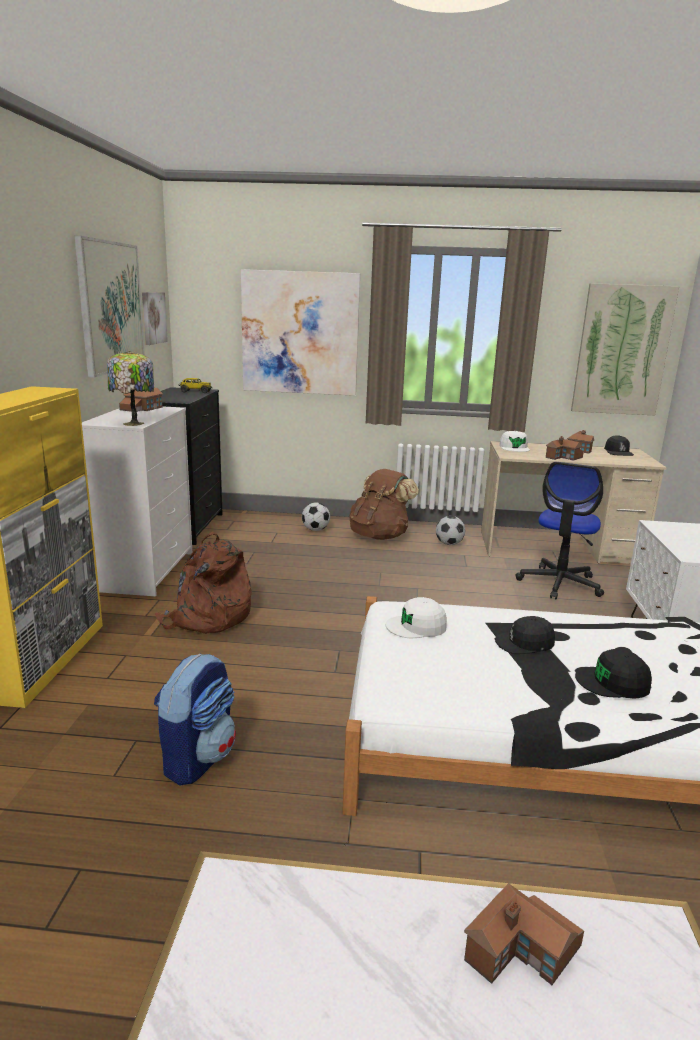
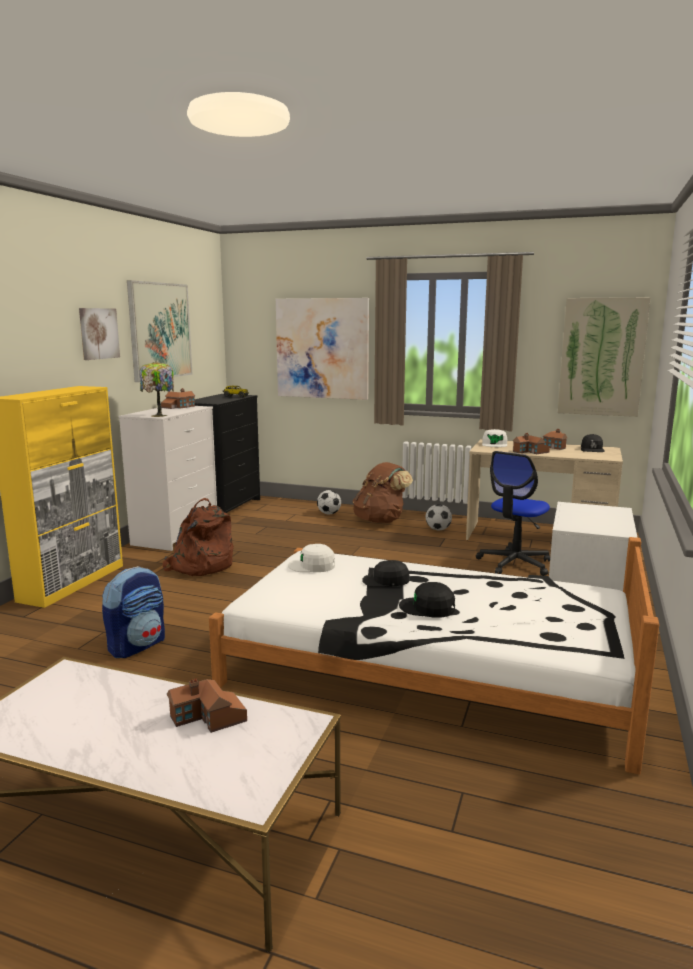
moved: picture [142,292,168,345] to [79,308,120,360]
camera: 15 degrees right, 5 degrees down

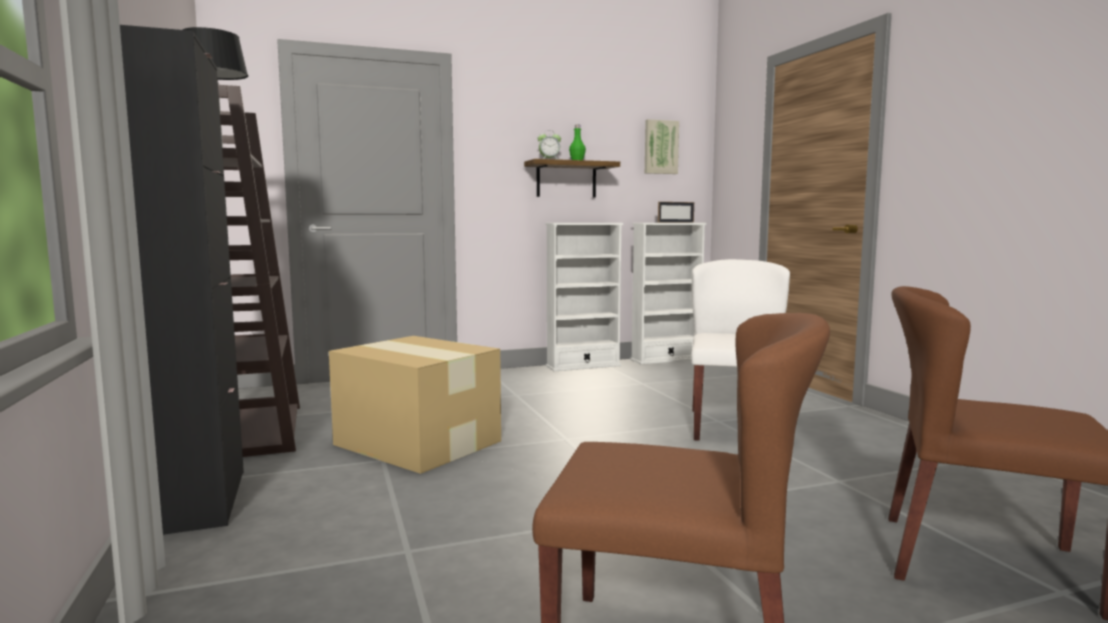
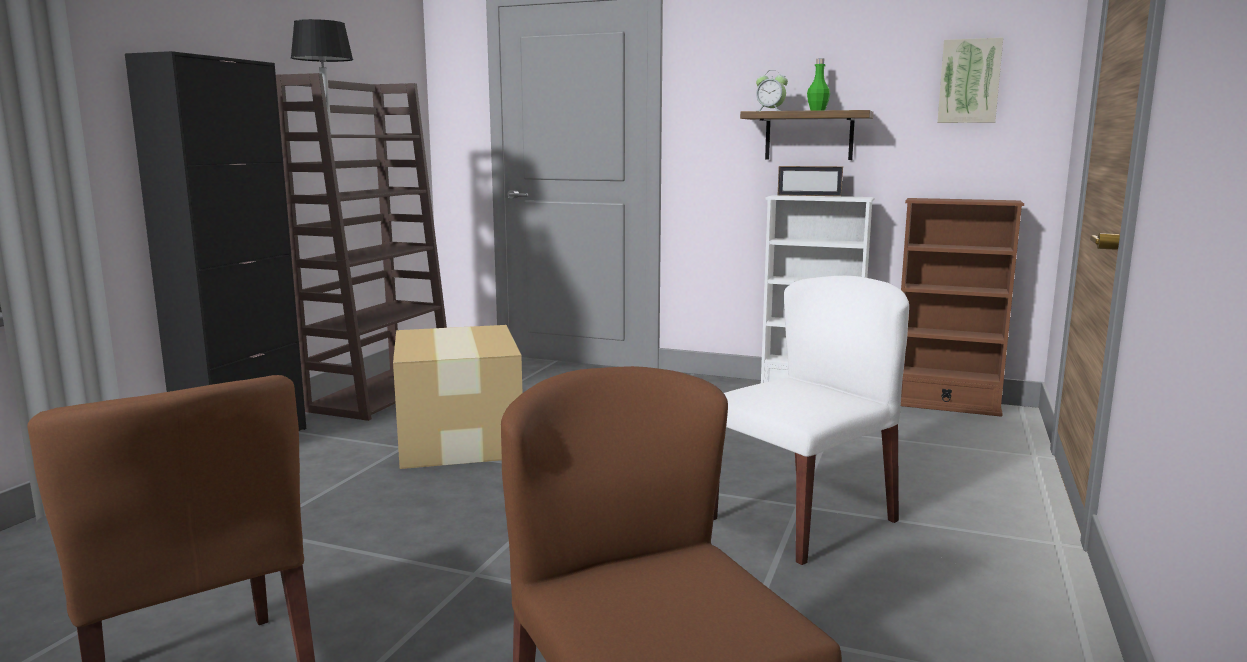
moved: standing frame [658,202,694,223] to [778,166,843,196]
recoloured: white-coloured bookcase [630,223,707,365] to brown-coloured bookcase [901,198,1024,417]
camera: 40 degrees right, 5 degrees up

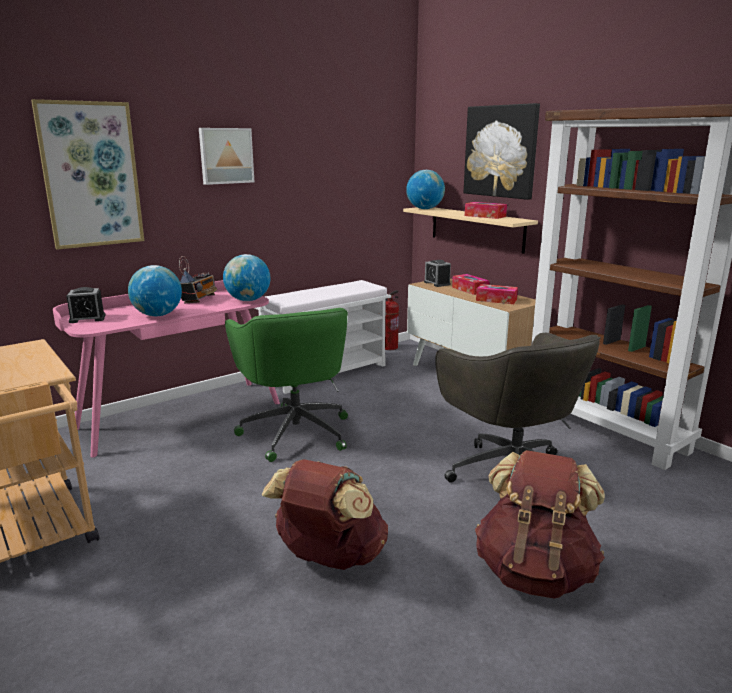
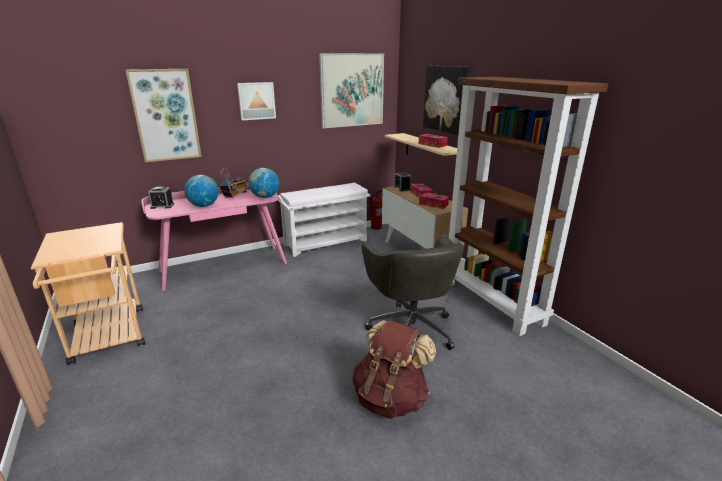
removed: globe [406,170,445,209]; green computer chair [225,308,348,462]; brown-coloured rucksack [262,459,388,570]
added: picture [319,53,384,128]
camera: 10 degrees right, 5 degrees up

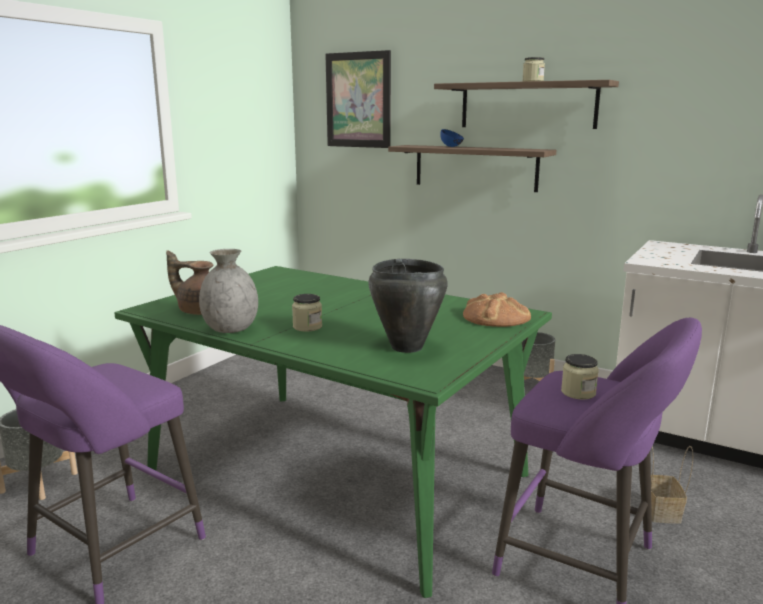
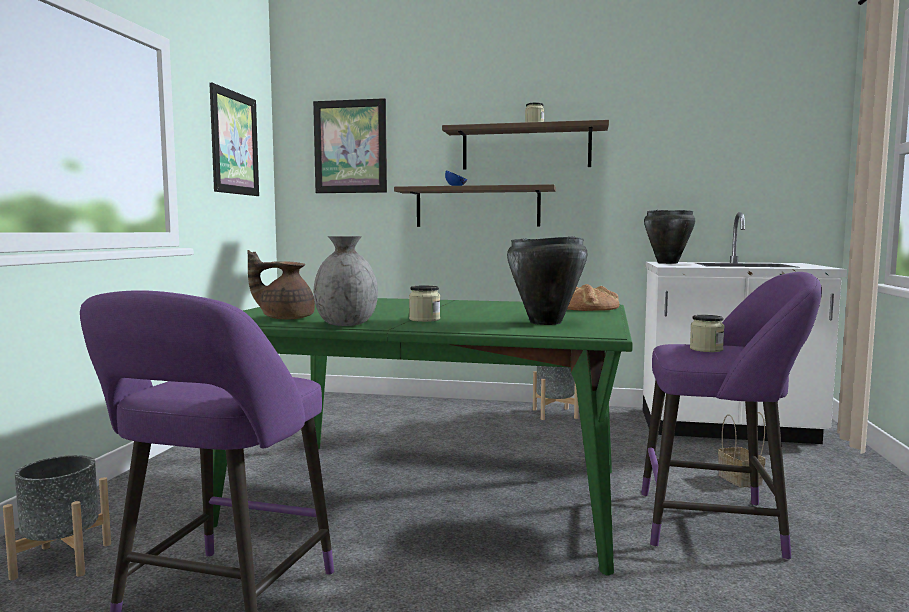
added: picture [209,83,259,196]; blackish stockpot [644,210,695,264]
camera: 20 degrees left, 10 degrees down

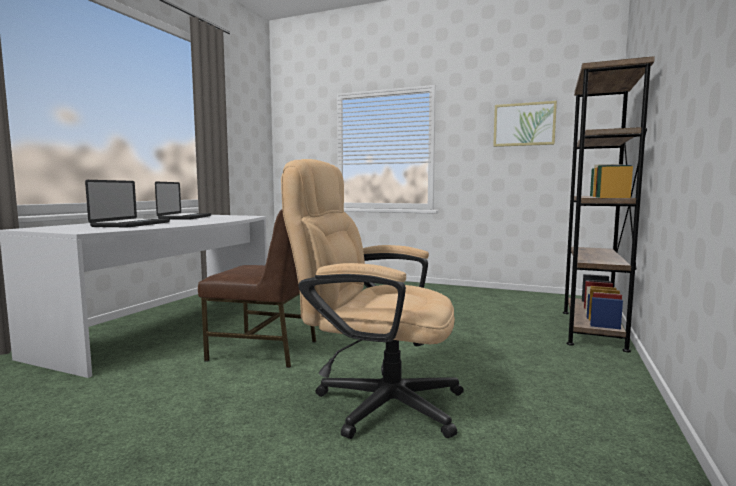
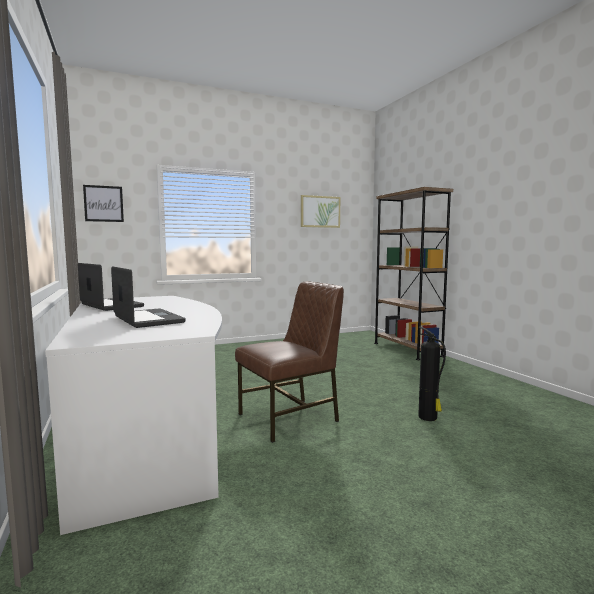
added: picture [83,185,124,222]
replaced: beige computer chair [281,159,464,439] to extinguisher [418,327,446,421]
camera: 45 degrees left, 0 degrees up

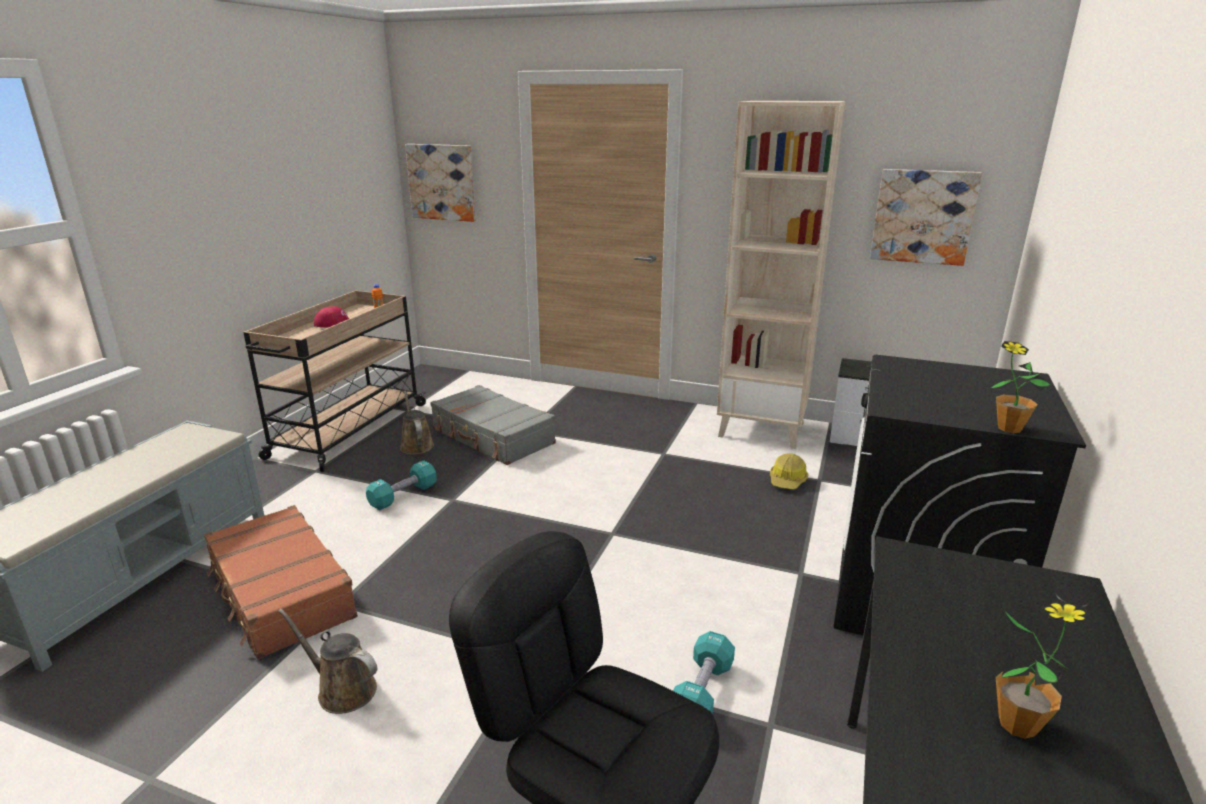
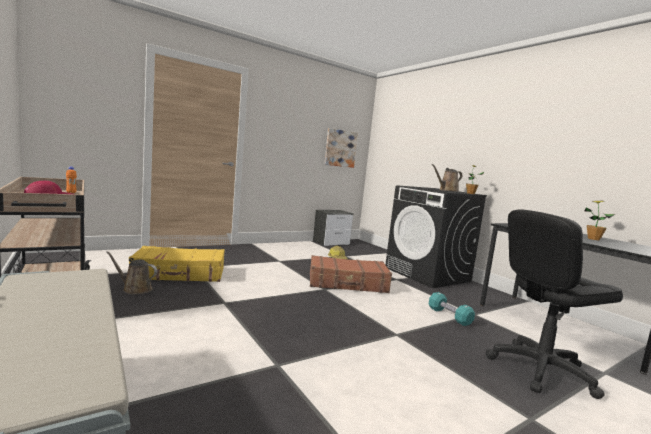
removed: beige bookcase [717,101,845,449]; picture [405,144,476,222]; blue-green free weight [366,460,437,510]
moved: brown-coloured piece of luggage [204,505,358,659] to [310,255,392,293]; brown-coloured watering pot [278,609,377,714] to [431,164,463,192]
recoloured: greyish piece of luggage [430,385,556,465] to yellowish piece of luggage [129,246,225,282]
camera: 55 degrees left, 15 degrees down

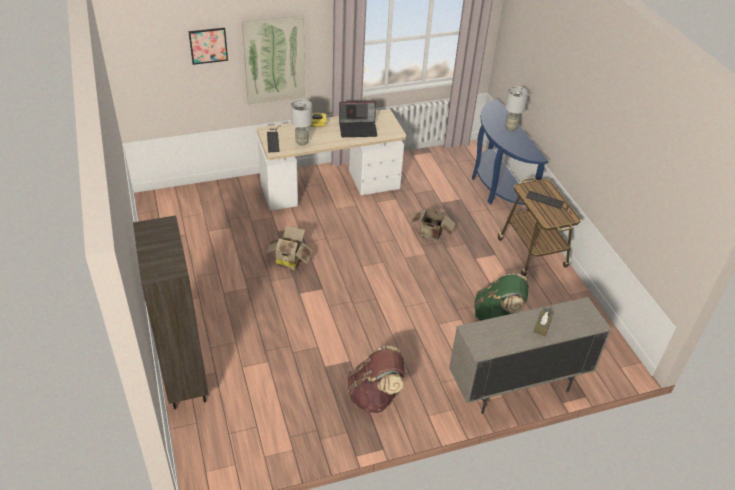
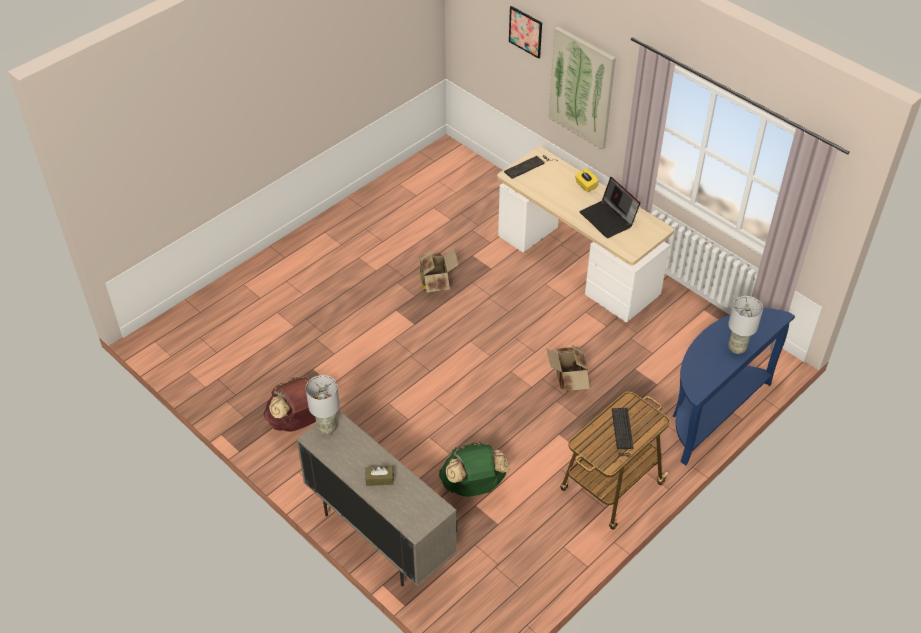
removed: brown-coloured bookcase [133,215,208,409]
moved: greyish tabletop lamp [291,99,312,146] to [306,375,340,435]
camera: 65 degrees right, 5 degrees up

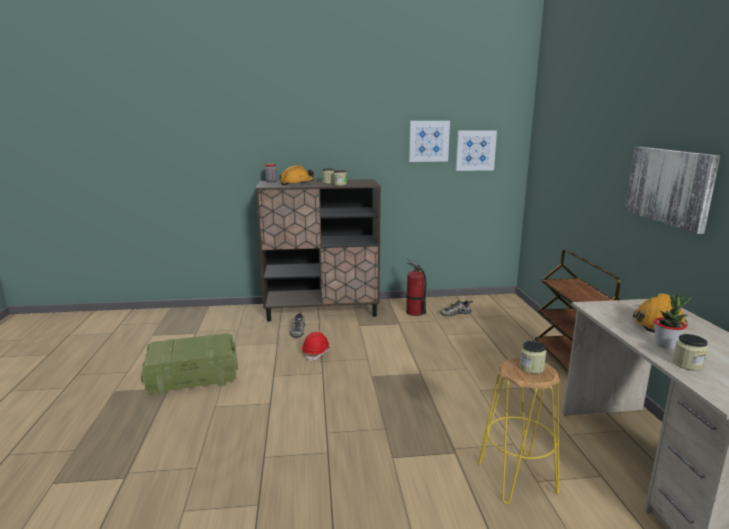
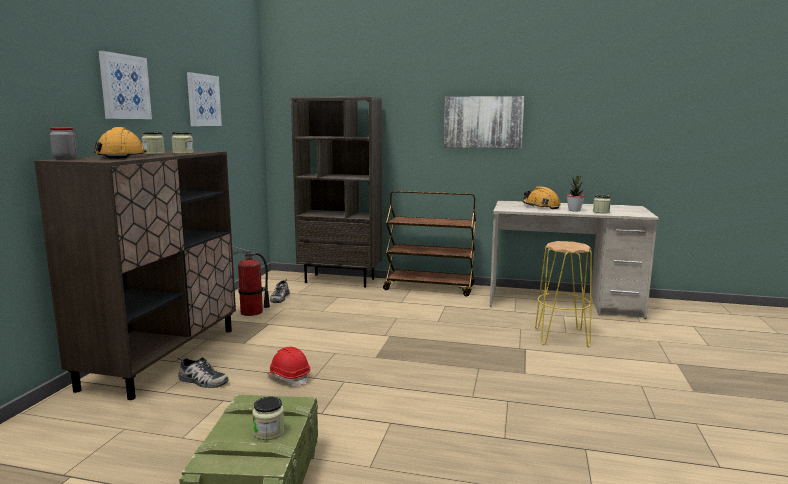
added: brown-coloured bookcase [291,96,382,288]
moved: picture [456,130,497,171] to [99,51,152,119]; preserve jar [519,341,546,374] to [252,396,285,440]
camera: 70 degrees left, 5 degrees down

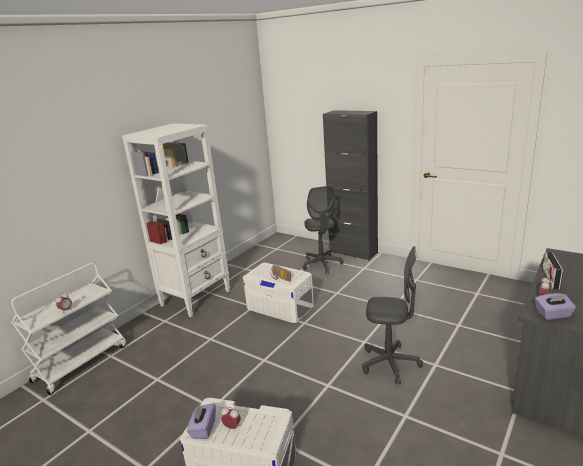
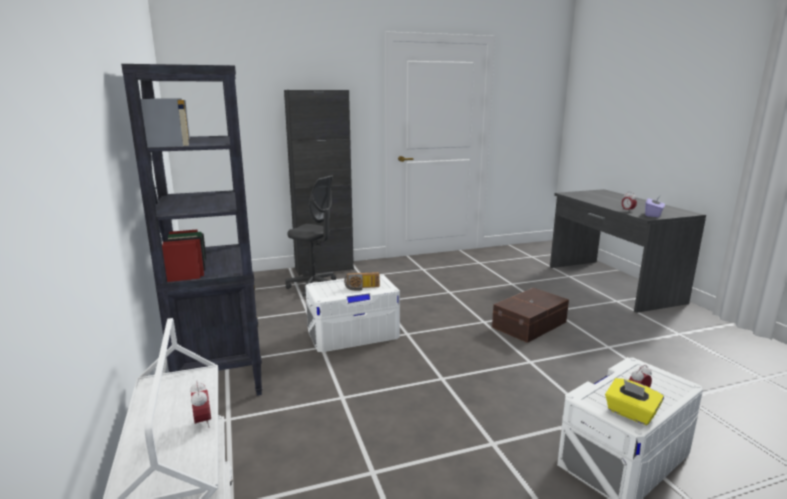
removed: radio [542,252,563,289]
replaced: greyish computer chair [362,246,423,384] to brown-coloured storage bin [492,288,569,343]
recoloured: white-coloured bookcase [122,123,230,317] to blackish bookcase [121,64,262,396]; purplish box of tissues [187,403,216,439] to yellowish box of tissues [605,378,664,425]
camera: 55 degrees left, 5 degrees down

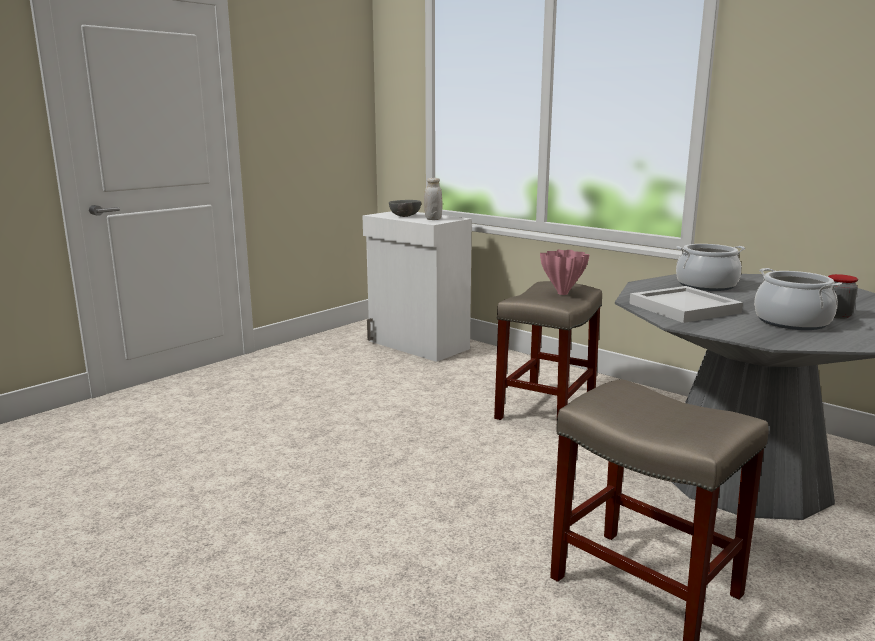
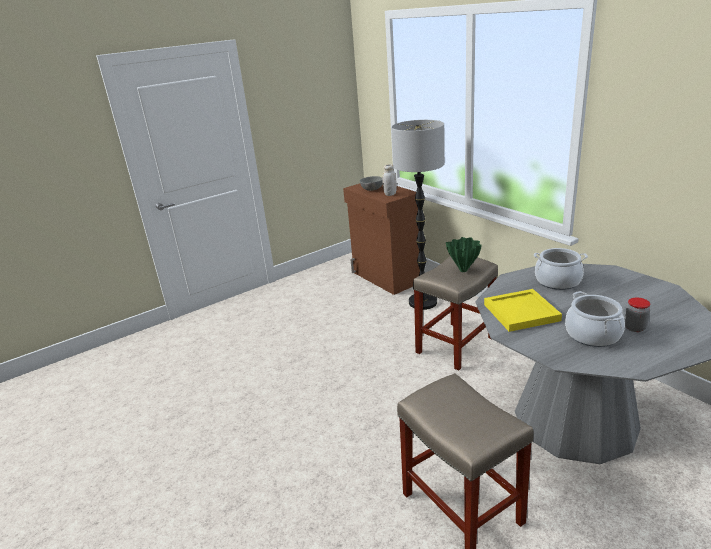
added: standing lamp [391,120,445,310]
recoloured: white-coloured cupboard [362,211,472,362] to brown-coloured cupboard [343,184,420,295]; pink flower vase [540,250,590,295] to green flower vase [446,237,482,272]; white-coloured serving tray [629,286,743,323] to yellowish serving tray [484,289,562,332]
camera: 15 degrees right, 10 degrees up

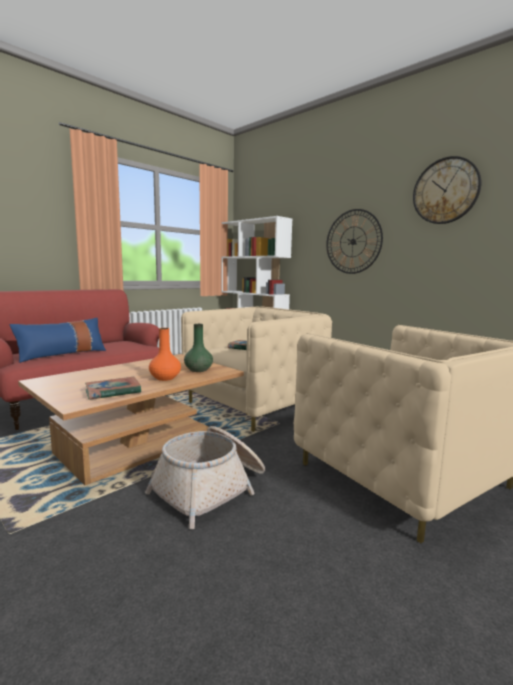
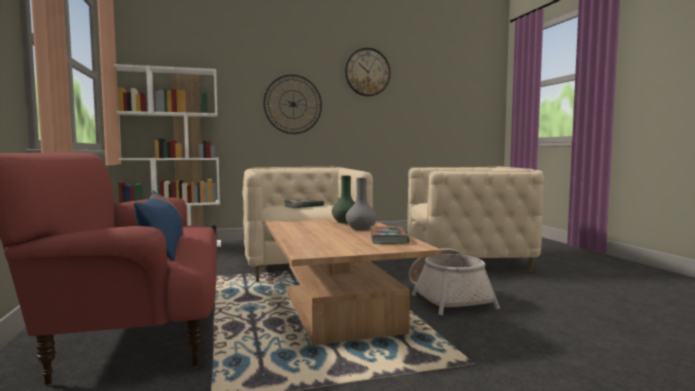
recoloured: orange flower vase [149,328,181,381] to greyish flower vase [346,178,377,230]
camera: 60 degrees left, 5 degrees down

